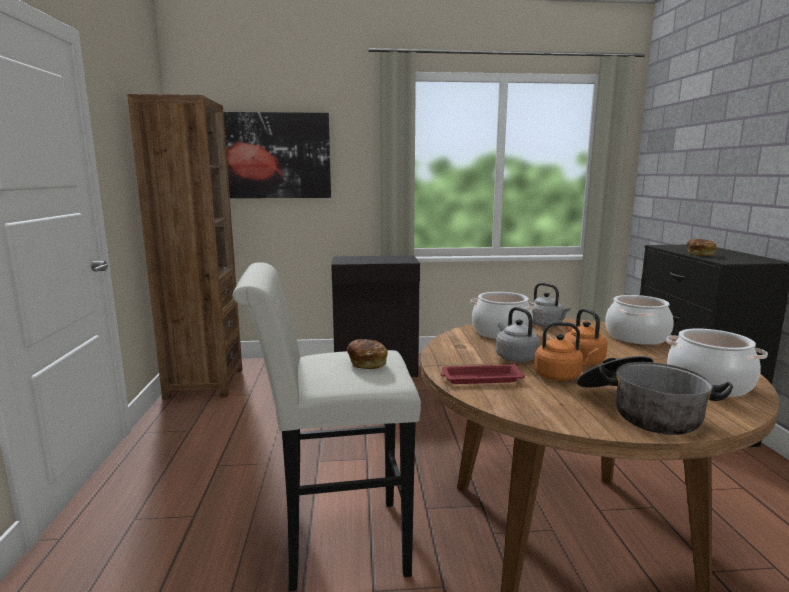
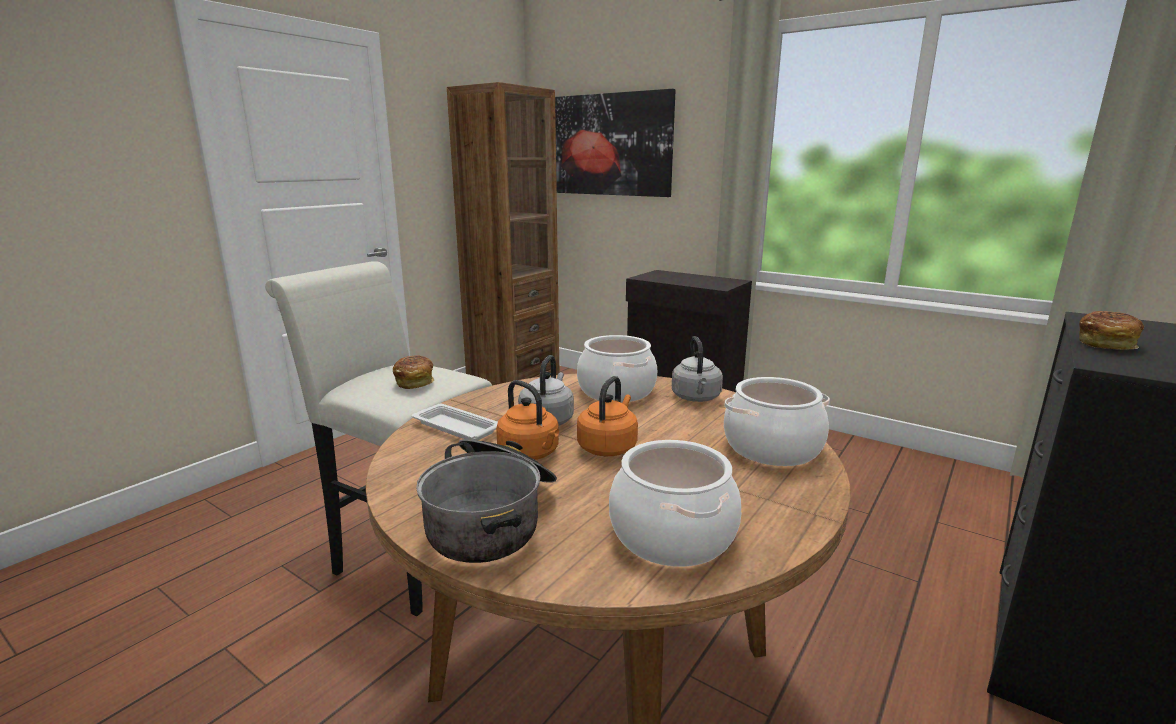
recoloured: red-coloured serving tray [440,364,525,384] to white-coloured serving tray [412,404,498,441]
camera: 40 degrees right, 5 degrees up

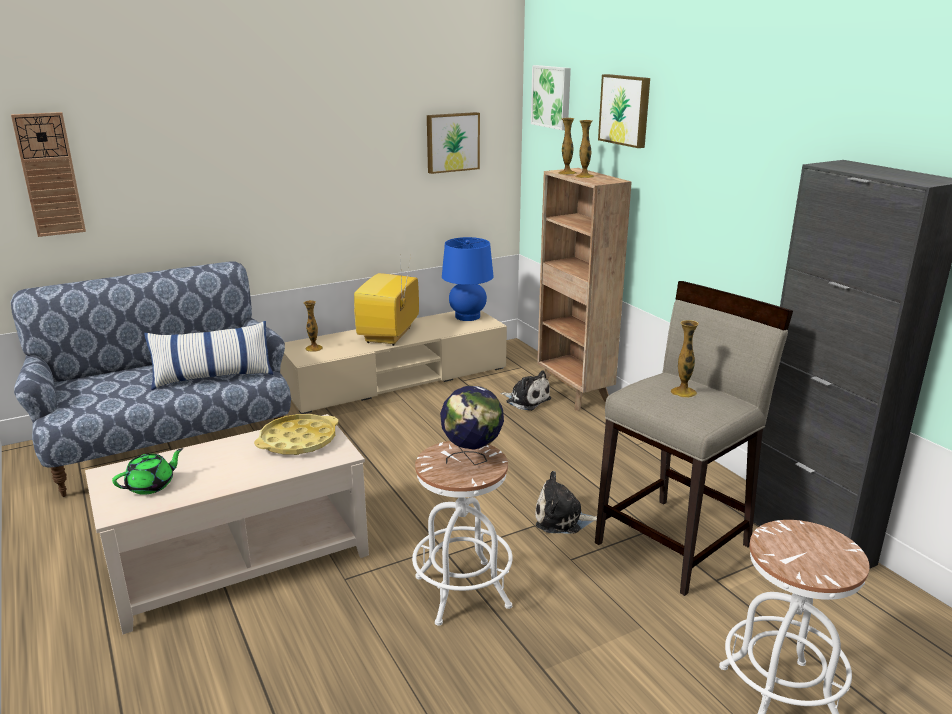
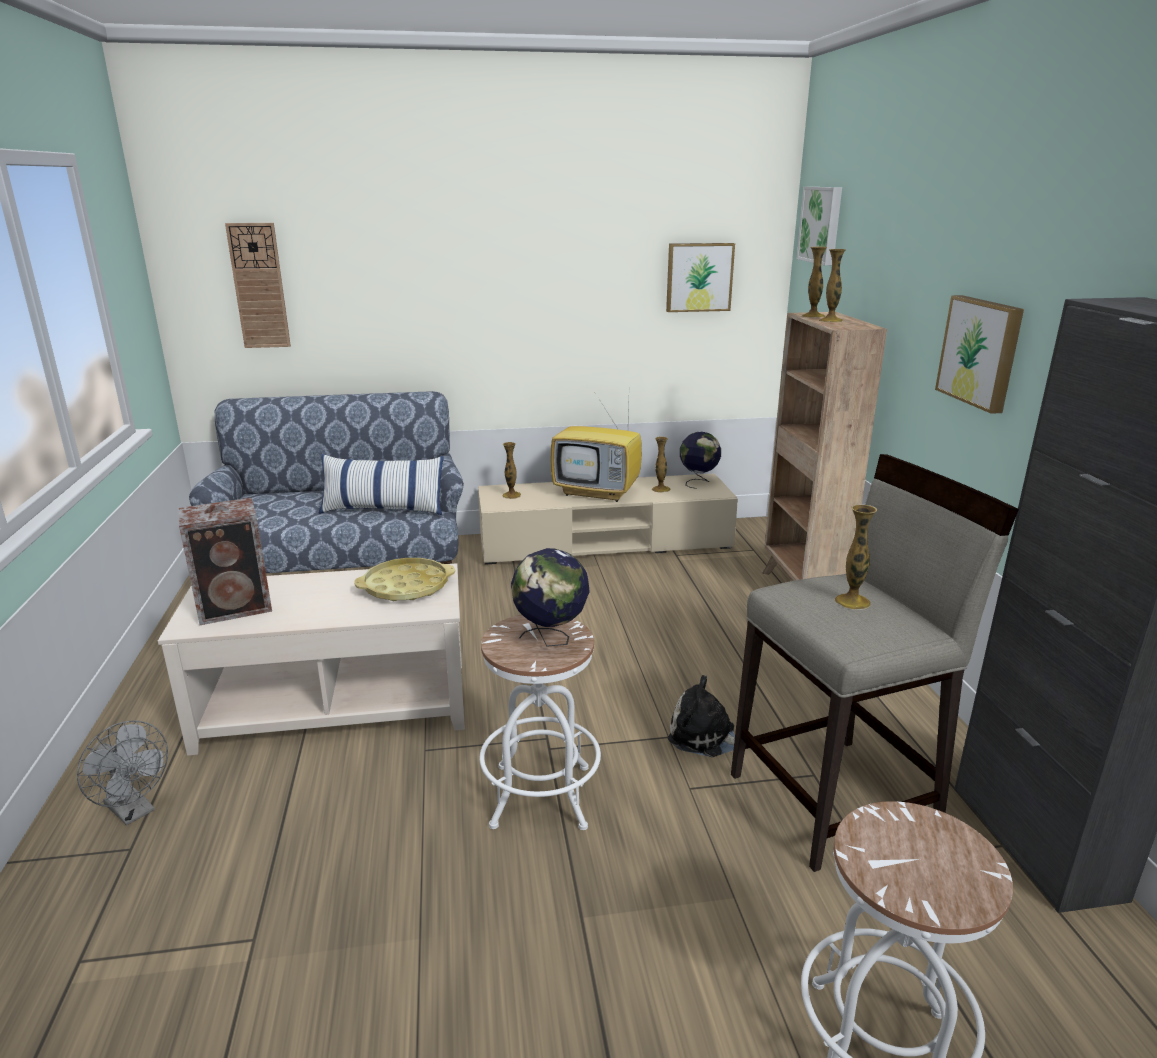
removed: plush toy [500,370,551,411]
added: flower vase [652,436,671,493]; greyish cooling fan [77,720,168,825]
moved: picture [598,74,650,148] to [935,295,1024,414]
replaced: blue-coloured tabletop lamp [442,237,494,321] to globe [680,432,721,489]; green tea pot [112,448,183,495] to loudspeaker [178,498,272,625]
turned: TV [354,256,419,346] = [551,396,642,502] 105 degrees counterclockwise
camera: 20 degrees right, 0 degrees up

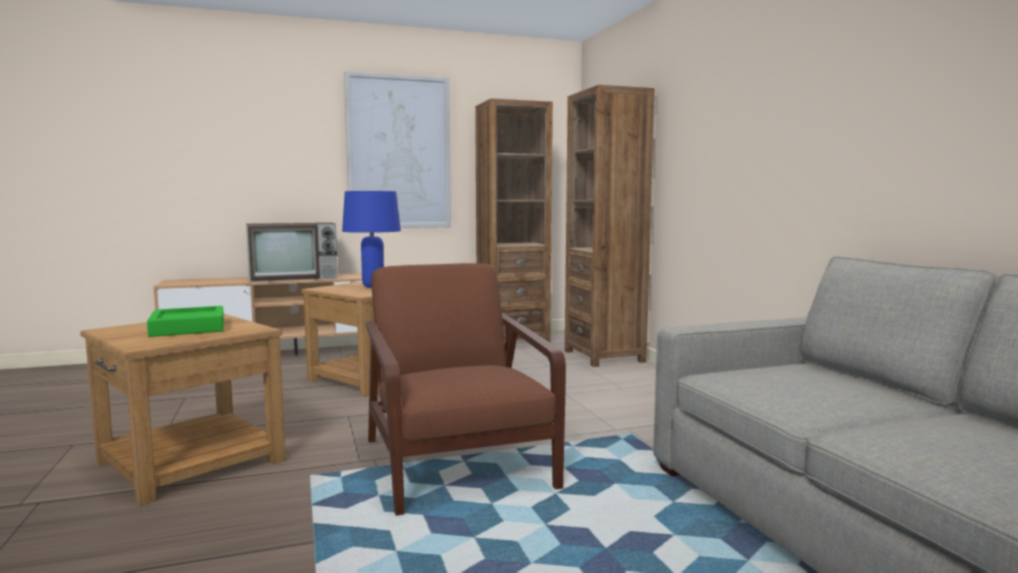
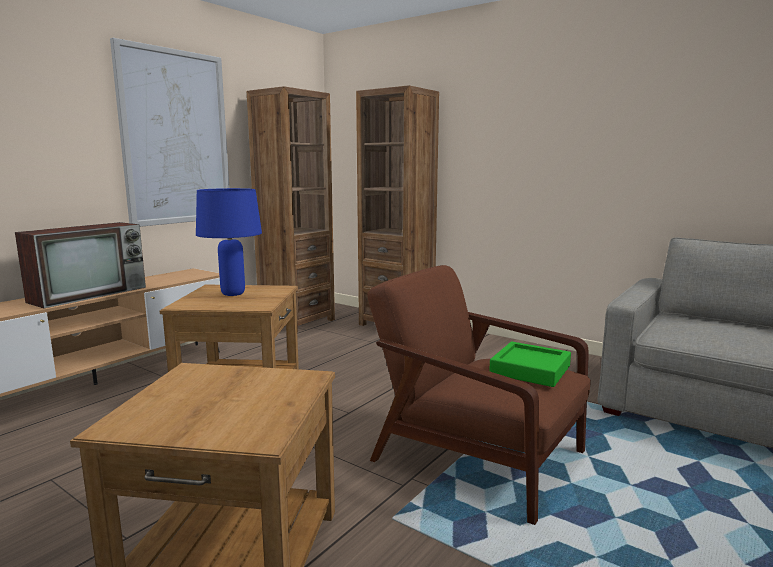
moved: green serving tray [147,306,224,337] to [489,342,571,387]
camera: 35 degrees left, 5 degrees up

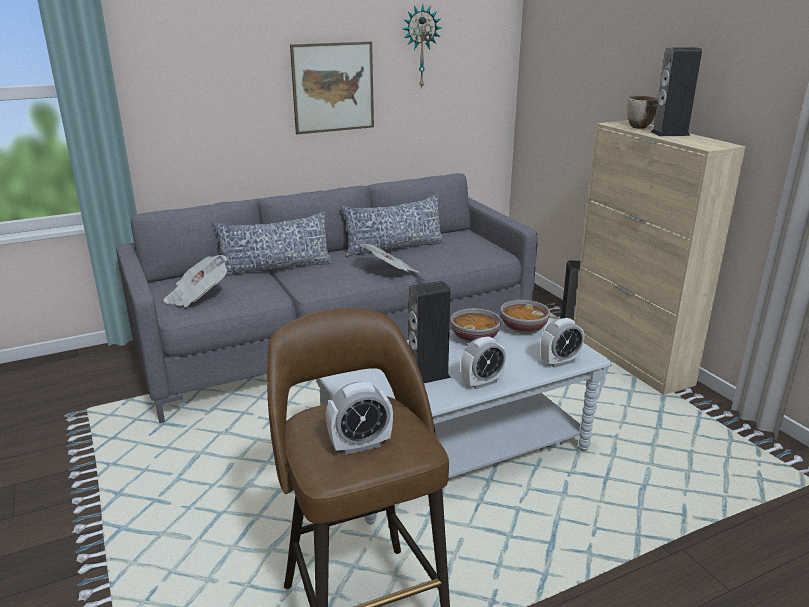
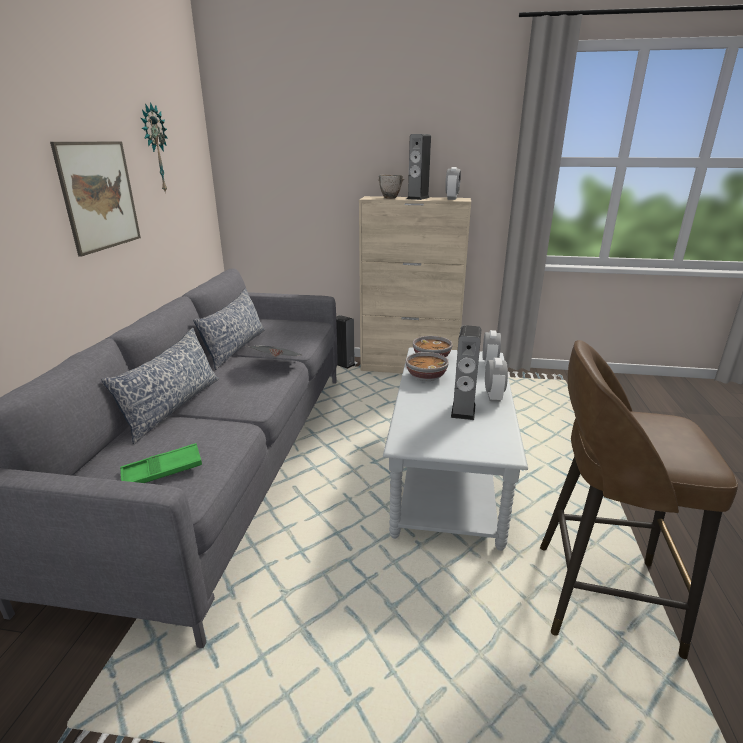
moved: bedside clock [326,382,393,455] to [445,167,461,200]
replaced: daily paper [164,255,227,307] to green serving tray [120,443,202,483]
camera: 55 degrees left, 0 degrees up

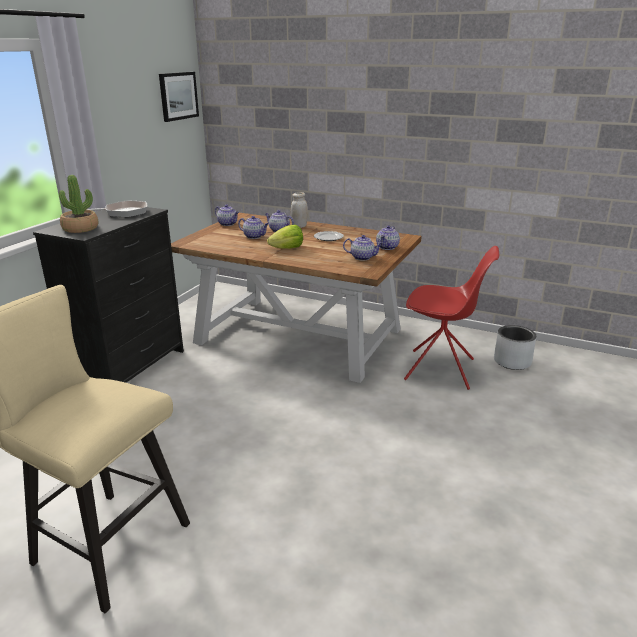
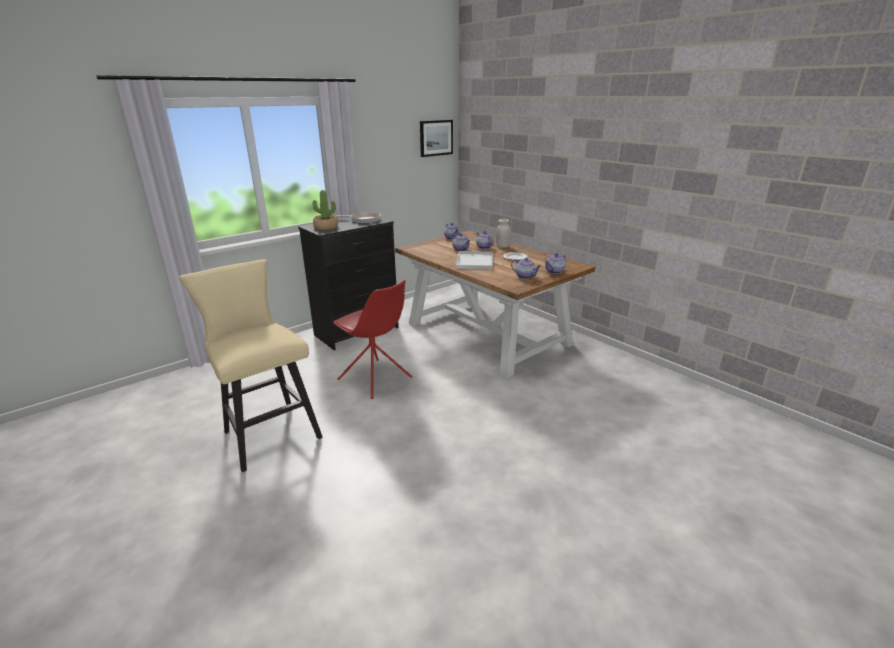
removed: greyish flower pot [494,325,536,370]
moved: red-coloured upright chair [404,246,499,390] to [333,280,412,399]
replaced: lettuce head [267,225,303,249] to white-coloured serving tray [456,251,493,269]
camera: 25 degrees right, 0 degrees up

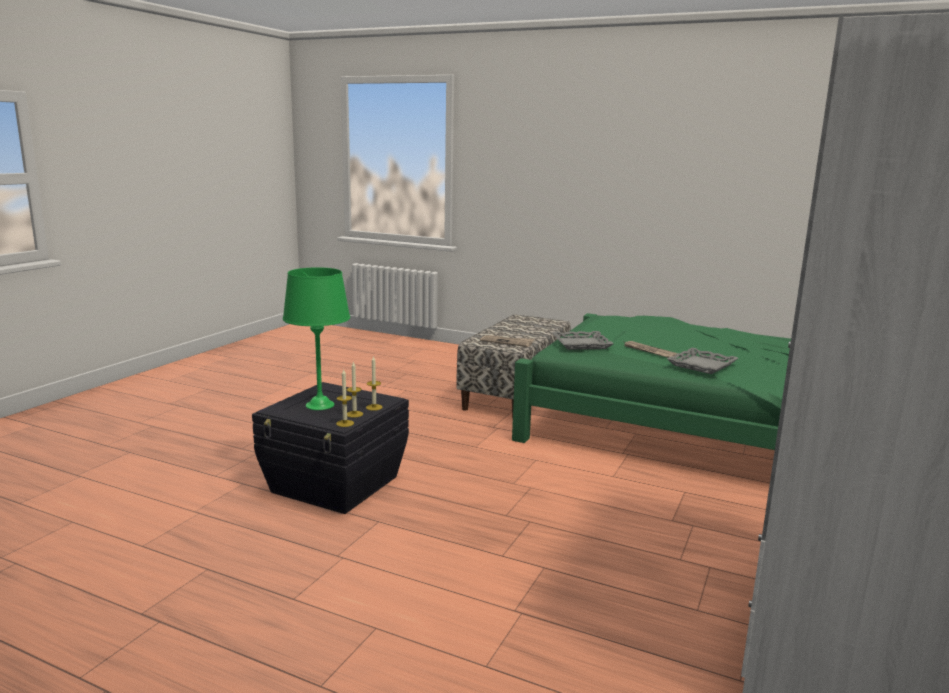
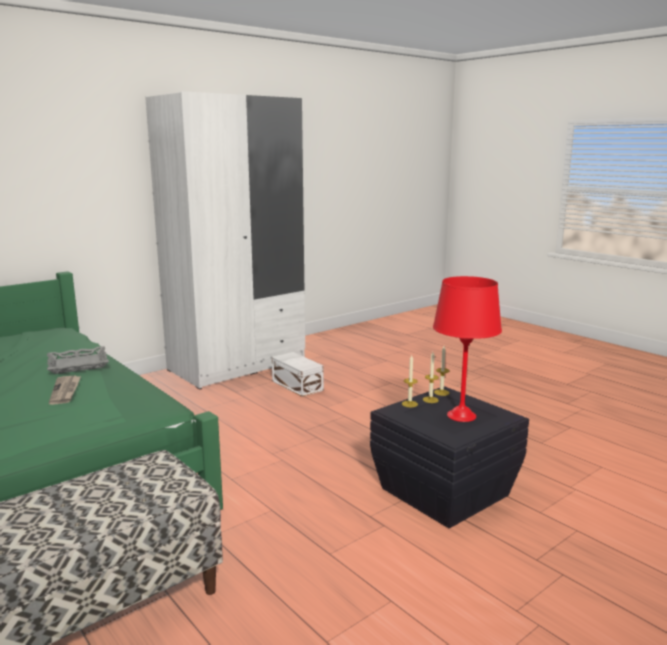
removed: greyish serving tray [552,331,614,350]; daily paper [480,335,534,347]
added: white-coloured storage bin [272,352,324,397]
recoloured: green tabletop lamp [283,267,350,410] to red-coloured tabletop lamp [433,276,502,422]
camera: 155 degrees left, 0 degrees up

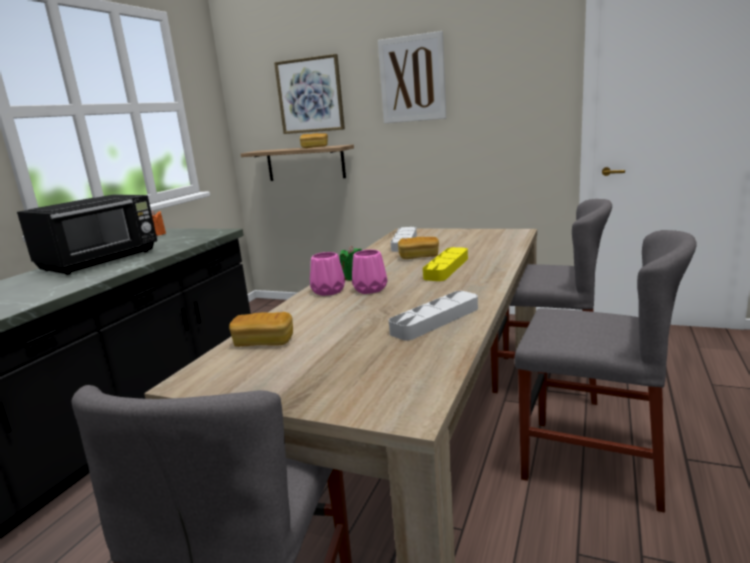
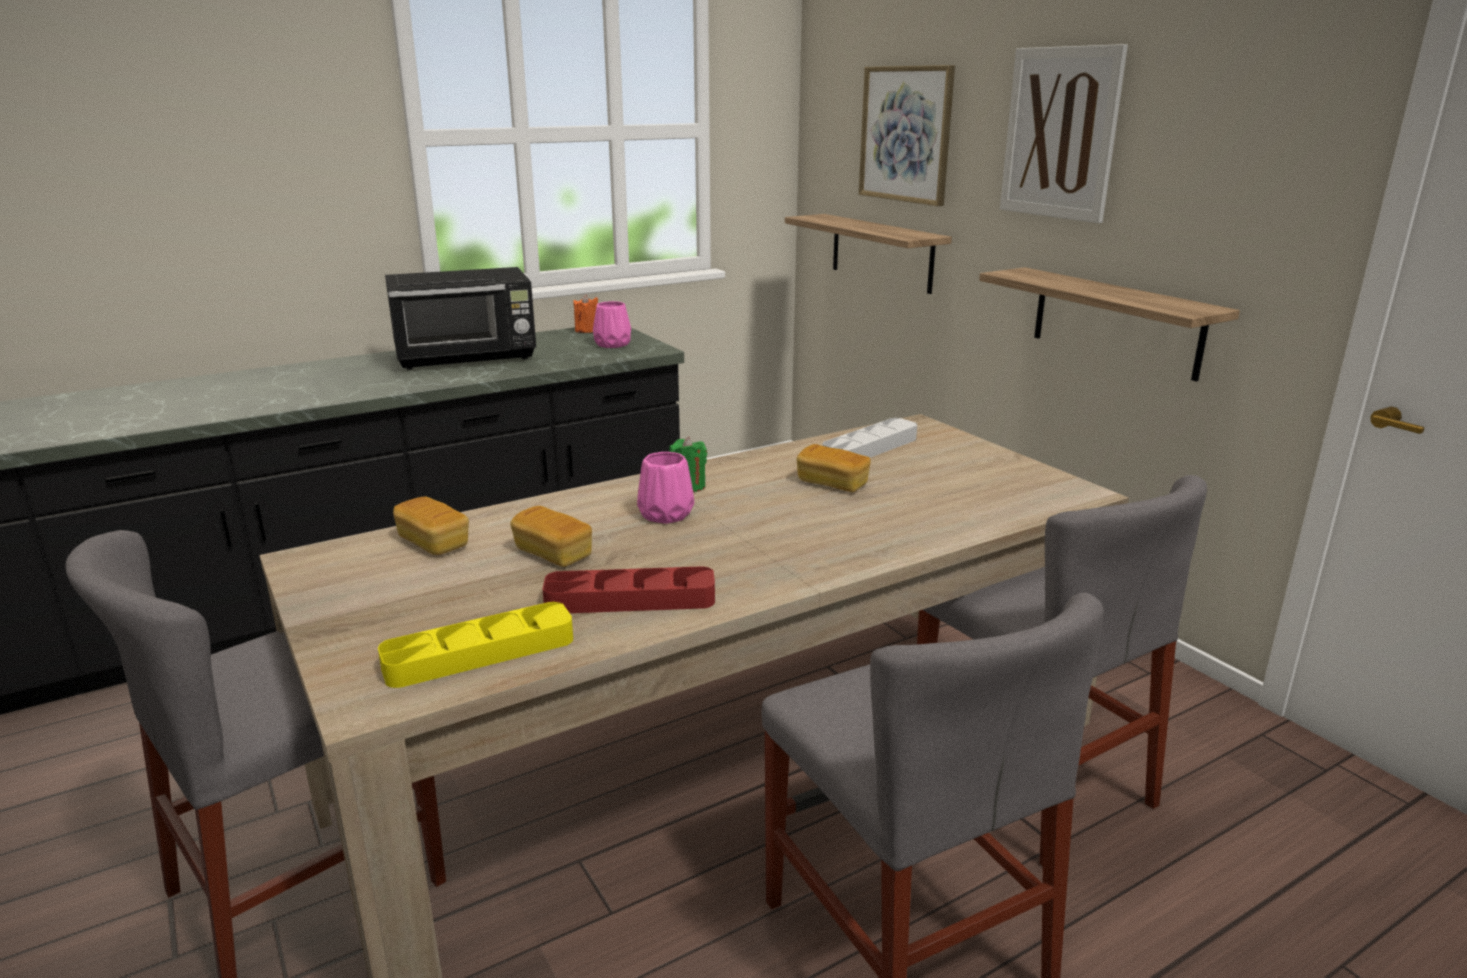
added: shelf [979,267,1240,382]
moved: bread [300,133,328,148] to [510,506,592,567]; yellowish serving tray [423,247,468,281] to [378,602,573,688]; pink flower vase [310,252,345,296] to [593,301,631,348]
recoloured: greyish serving tray [389,291,478,340] to red-coloured serving tray [543,566,715,613]
camera: 35 degrees right, 5 degrees up

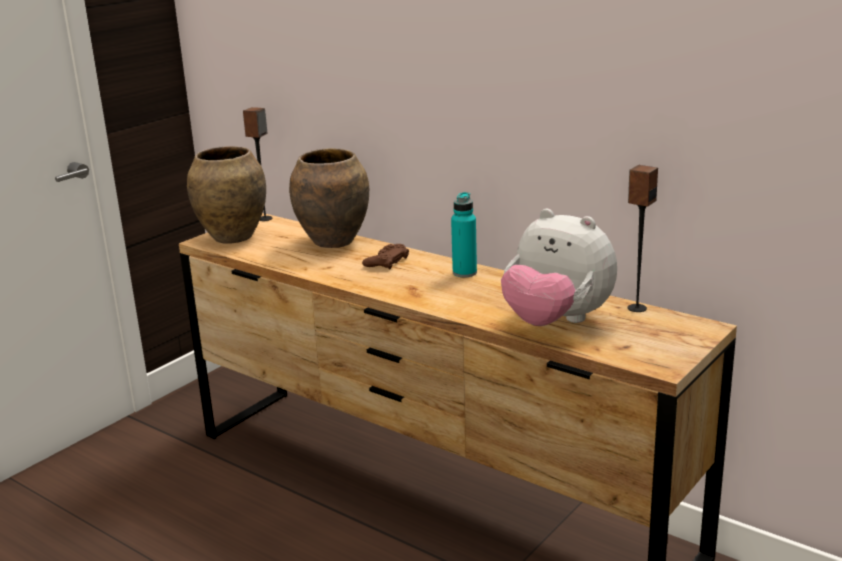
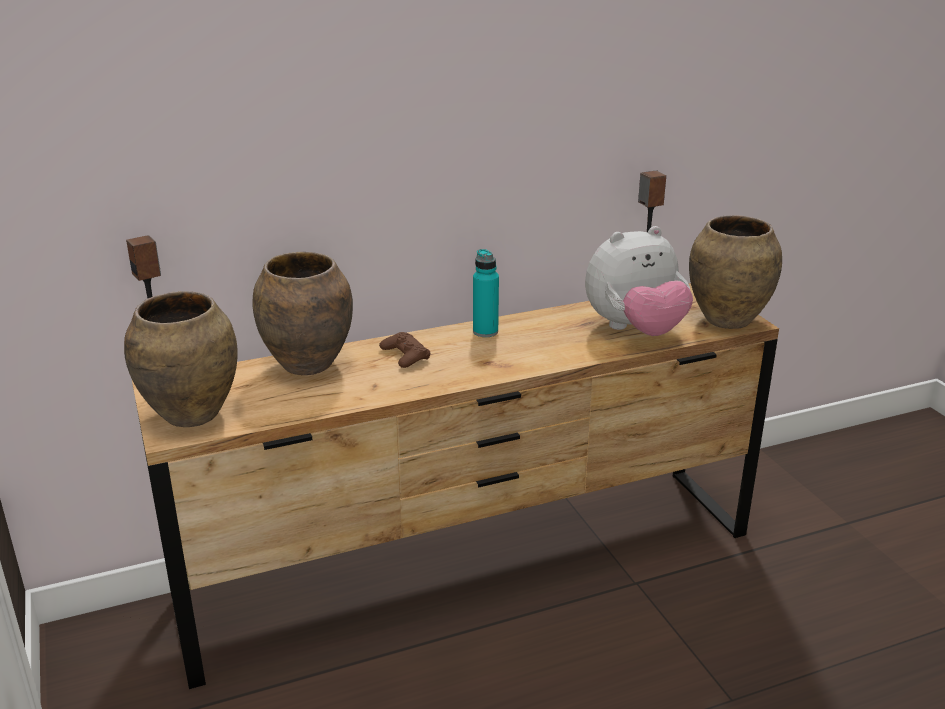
added: brown-coloured flower vase [689,215,782,329]
camera: 60 degrees left, 5 degrees up

